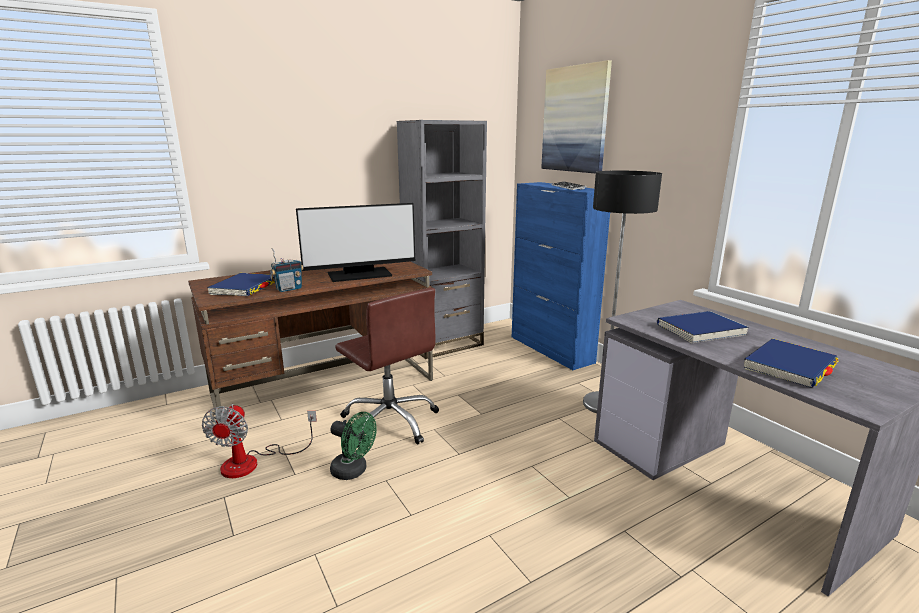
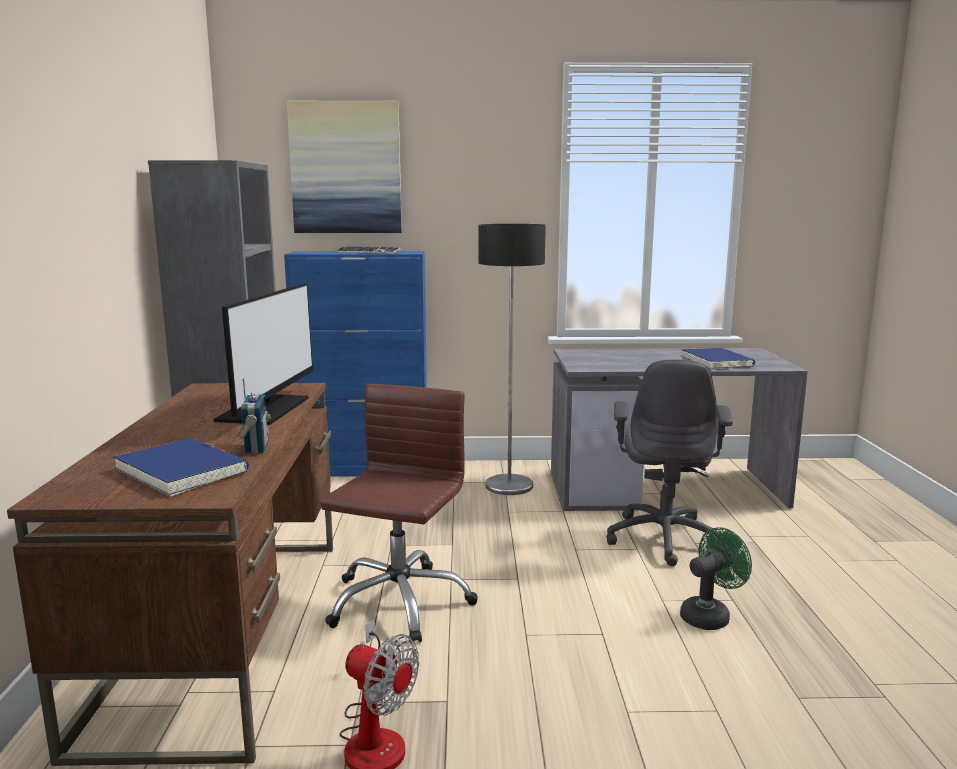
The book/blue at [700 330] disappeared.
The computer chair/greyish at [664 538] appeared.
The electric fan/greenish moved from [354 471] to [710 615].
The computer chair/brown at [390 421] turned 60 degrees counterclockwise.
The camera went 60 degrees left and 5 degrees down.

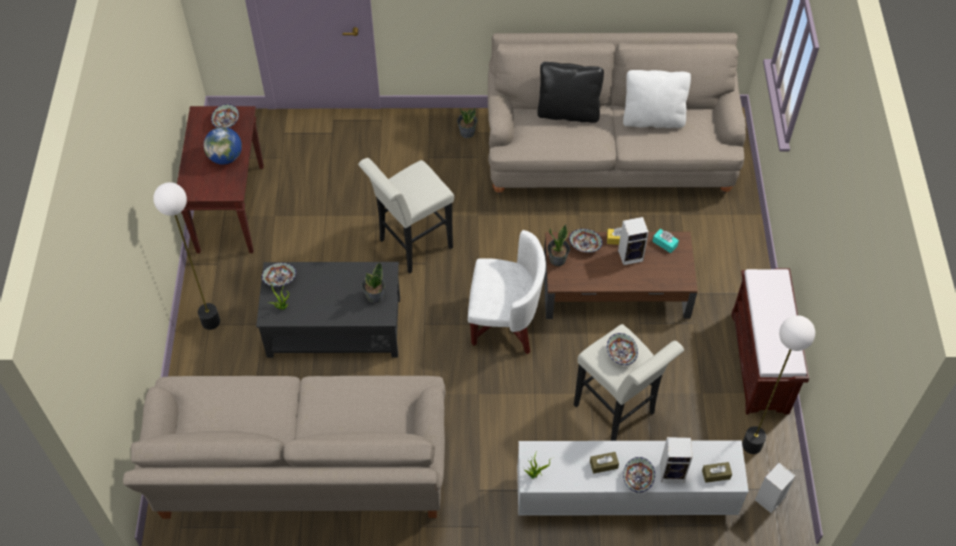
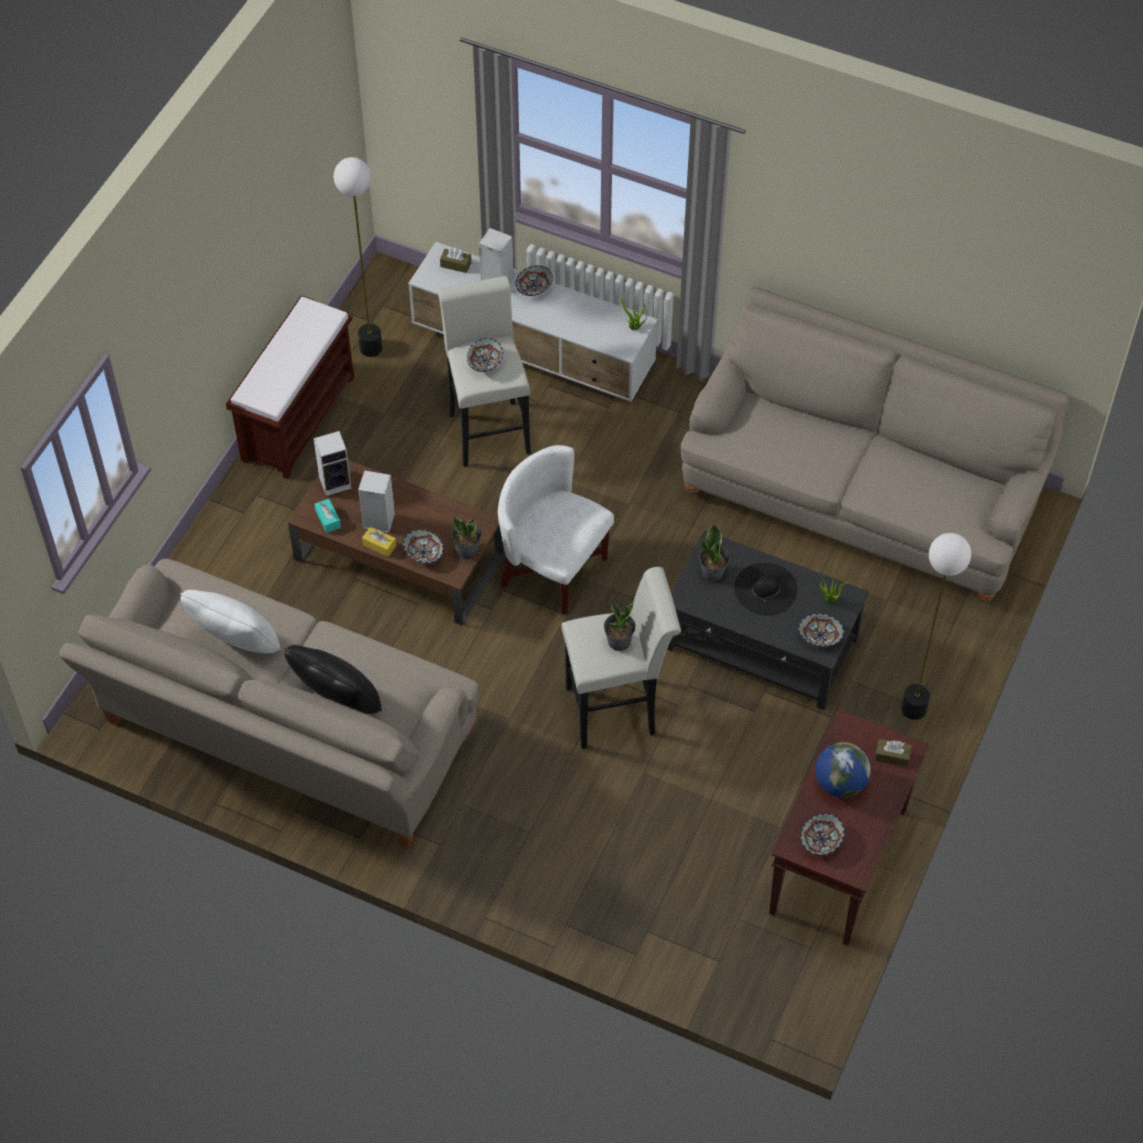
The hat/blackish at [765 589] appeared.
The houseplant moved from [467 132] to [619 641].
The tissue holder/brown moved from [603 465] to [892 756].
The loudspeaker moved from [769 500] to [336 482].
The camera went 155 degrees left and 0 degrees up.

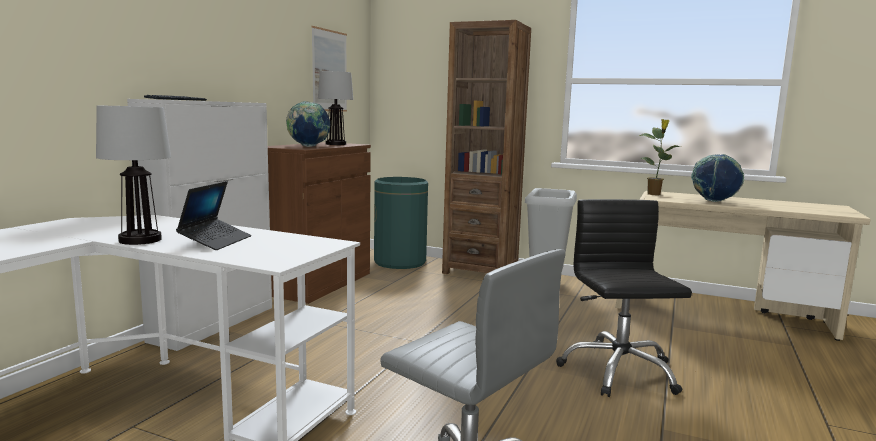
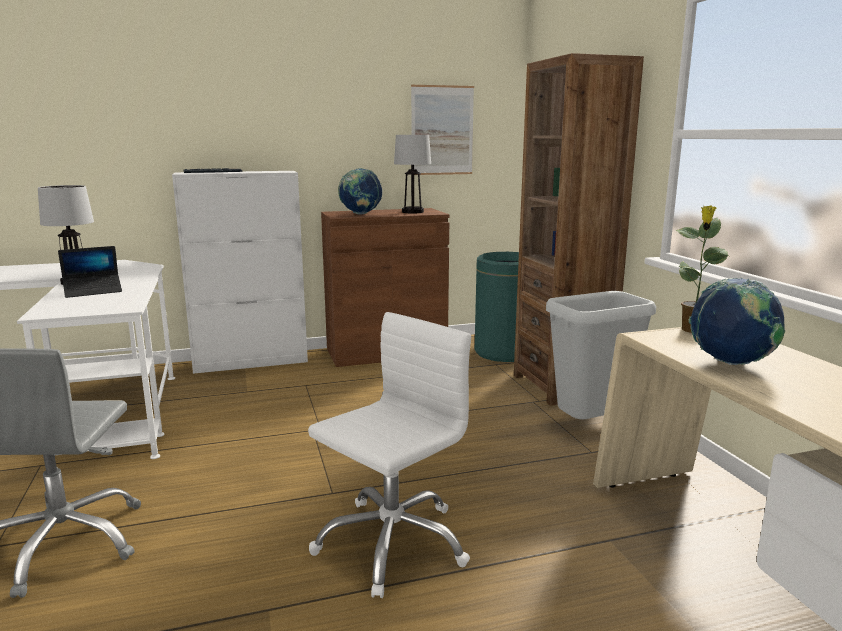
The computer chair/blackish at [618 371] became the computer chair/white-coloured at [391 542].
The camera went 50 degrees right and 5 degrees up.

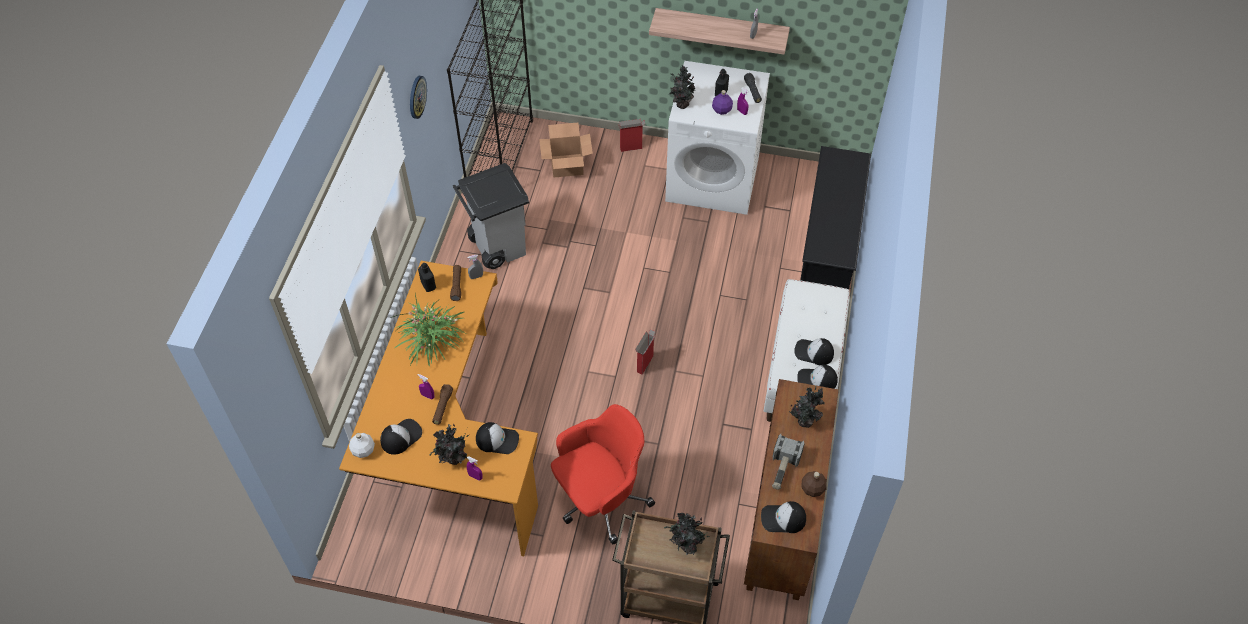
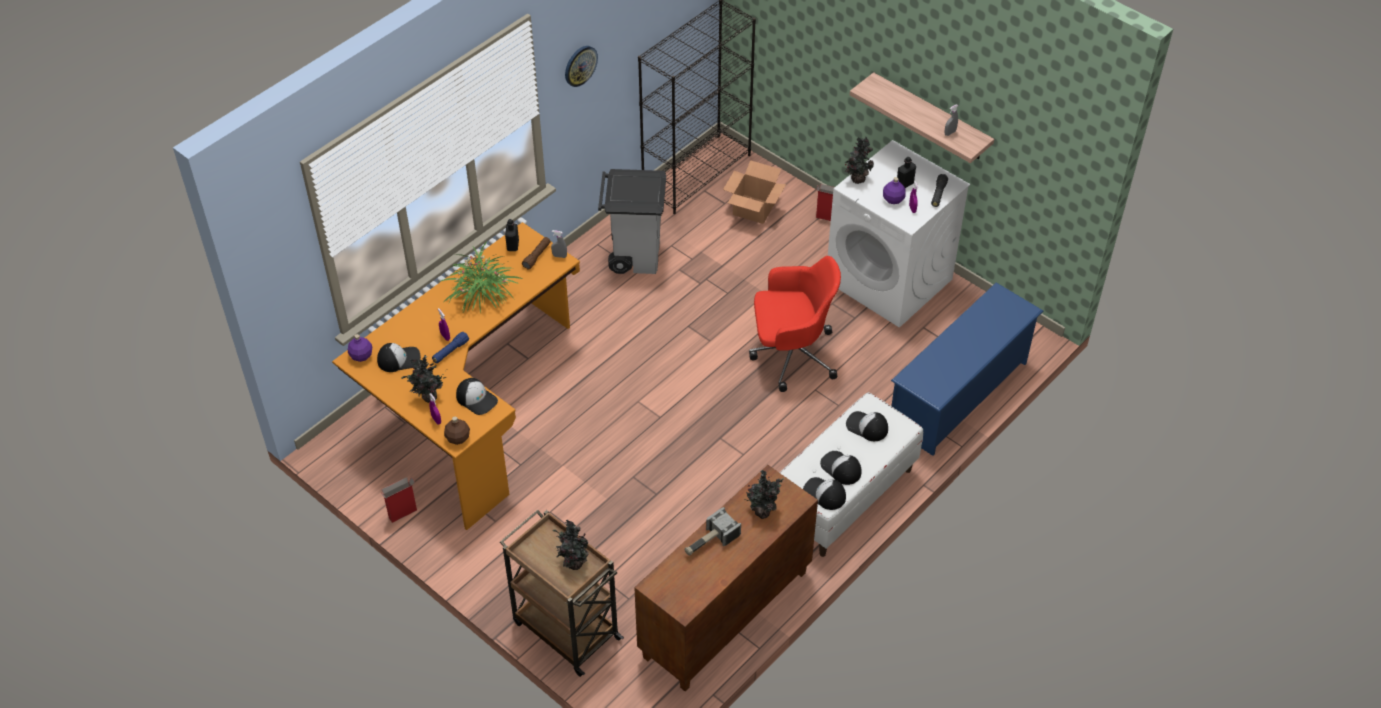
The computer chair/reddish moved from [600 499] to [791 355].
The carton moved from [645 363] to [403 513].
The peaked cap moved from [783 519] to [866 427].
The bottle/brown moved from [812 488] to [458 438].
The bottle/white-coloured at [363 450] became the bottle/purple at [361 356].
The hand torch/brown at [442 407] became the hand torch/blue at [450 351].
The shoe stand/blackish at [828 249] became the shoe stand/blue at [959 395].
The camera went 30 degrees right and 5 degrees down.

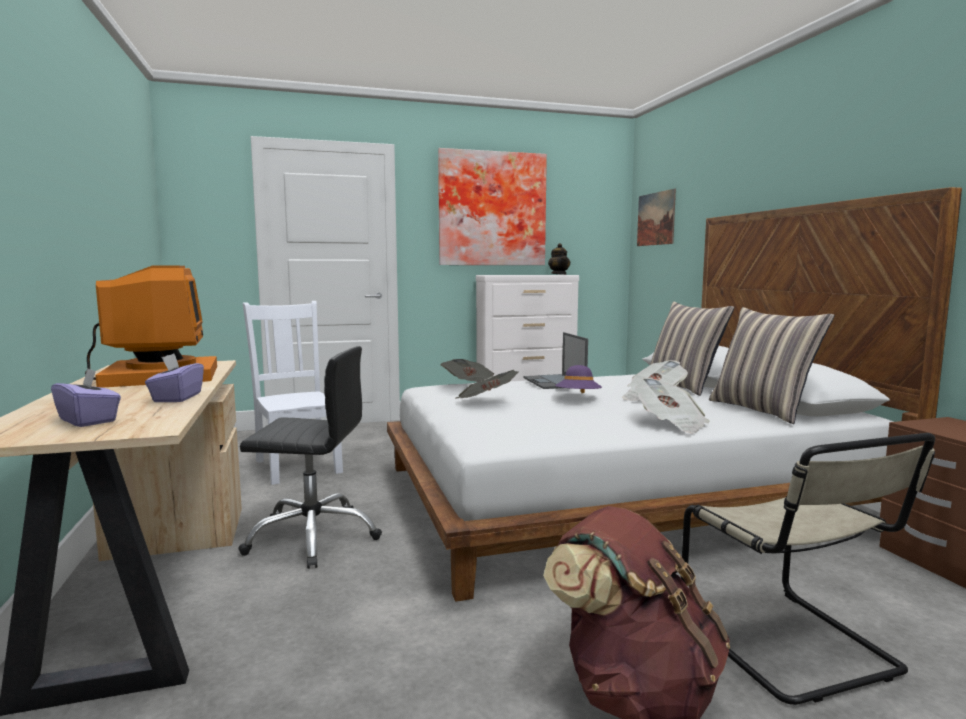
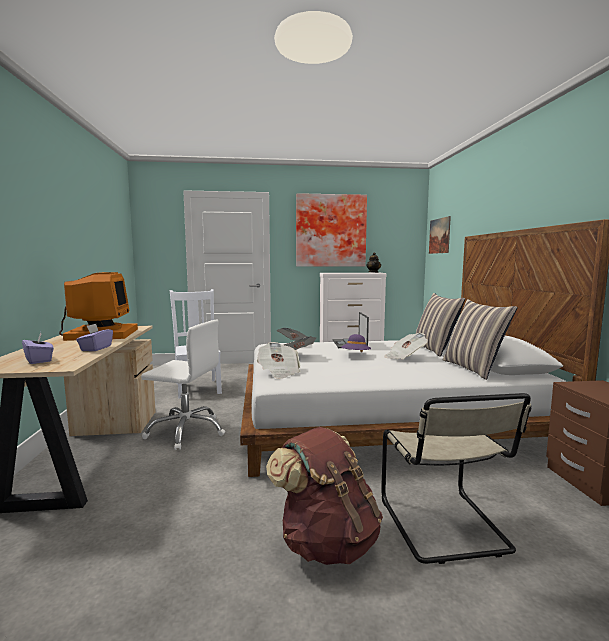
The newspaper moved from [671 424] to [279 372].
The computer chair/blackish at [313 536] became the computer chair/white-coloured at [186 431].
The camera went 10 degrees right and 0 degrees up.

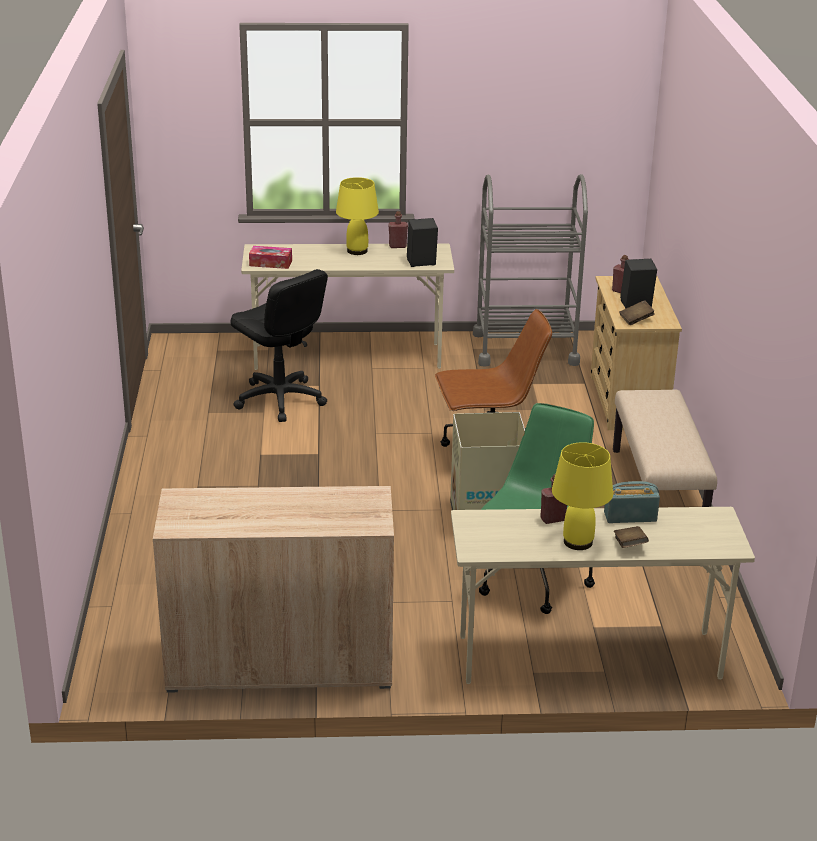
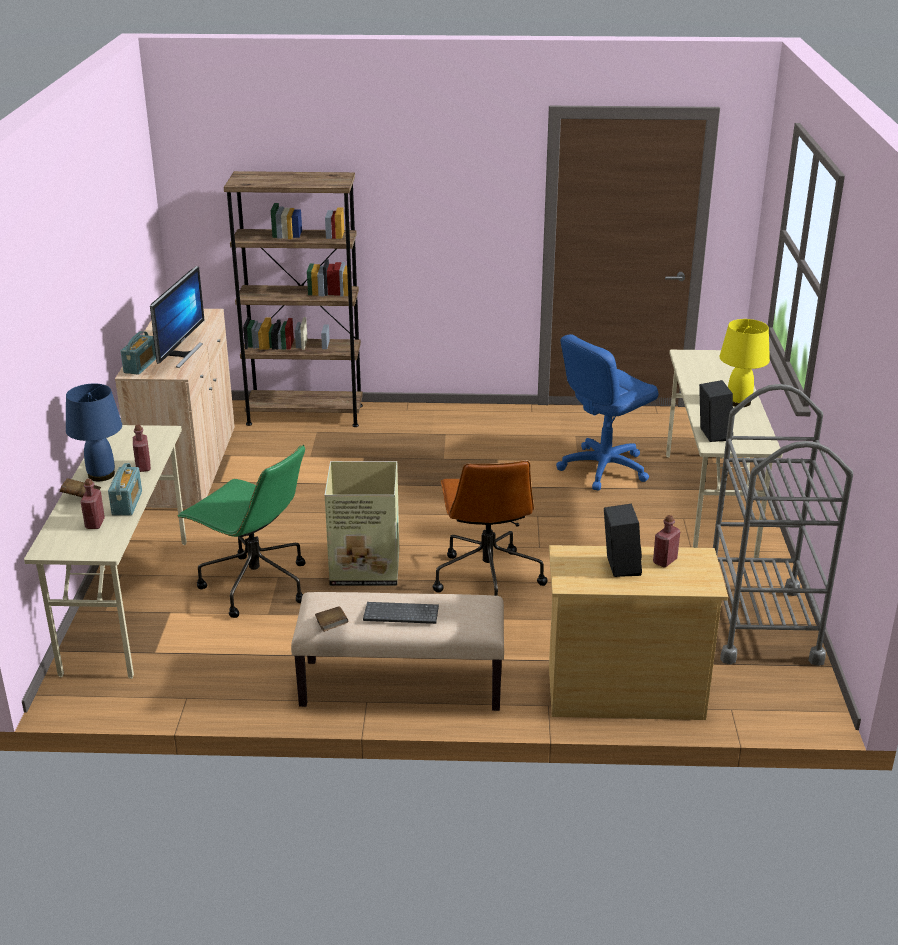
The tissue holder at [270 263] disappeared.
The radio receiver at [140 365] appeared.
The computer screen at [181 354] appeared.
The bookshelf/brown at [305 415] appeared.
The PC keyboard at [400 615] appeared.
The bottle/reddish moved from [397 246] to [95 523].
The book/brown moved from [636 320] to [332 627].
The computer chair/blackish at [279 400] became the computer chair/blue at [603 468].
The table lamp/yellow-coloured at [577 542] became the table lamp/blue at [101 474].
The camera went 95 degrees right and 0 degrees up.

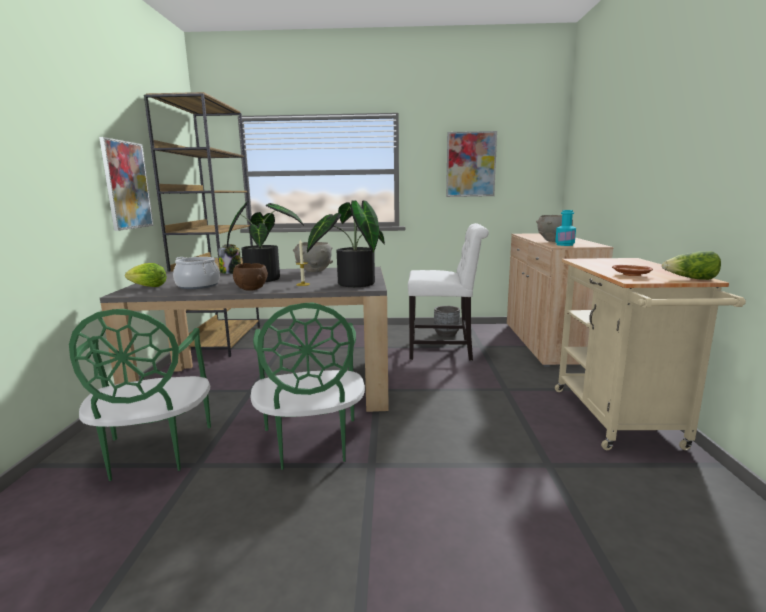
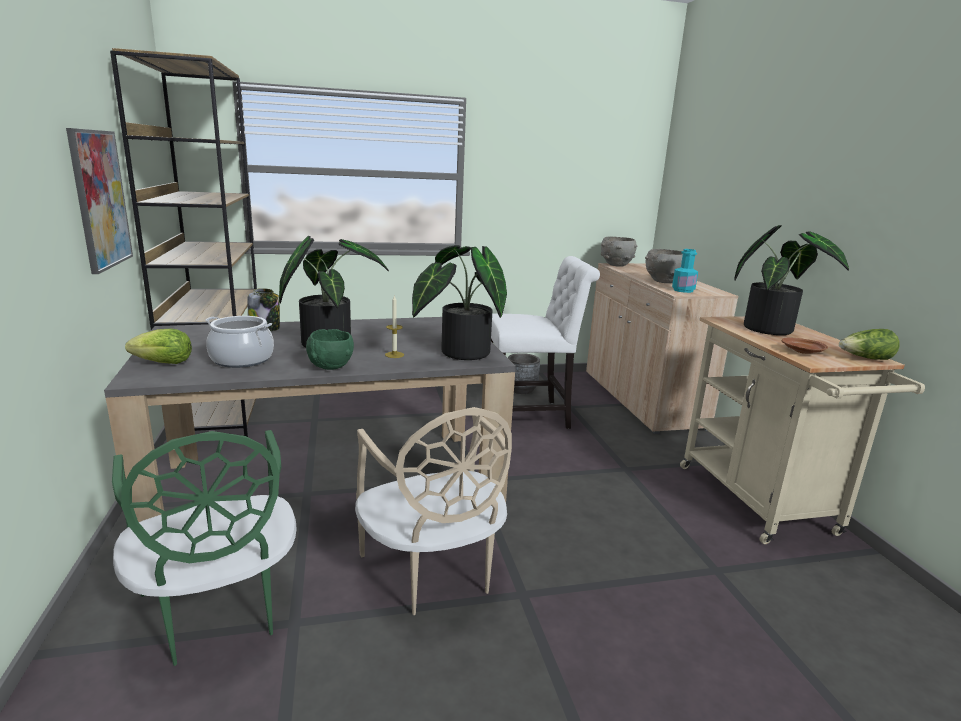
The wall art at [470 164] disappeared.
The houseplant at [772 329] appeared.
The serving bowl/greyish moved from [314 271] to [616 265].
The serving bowl/brown at [251 289] became the serving bowl/greenish at [330 367].
The upright chair/greenish at [311 444] became the upright chair/beige at [433 571].
The camera went 15 degrees left and 5 degrees up.

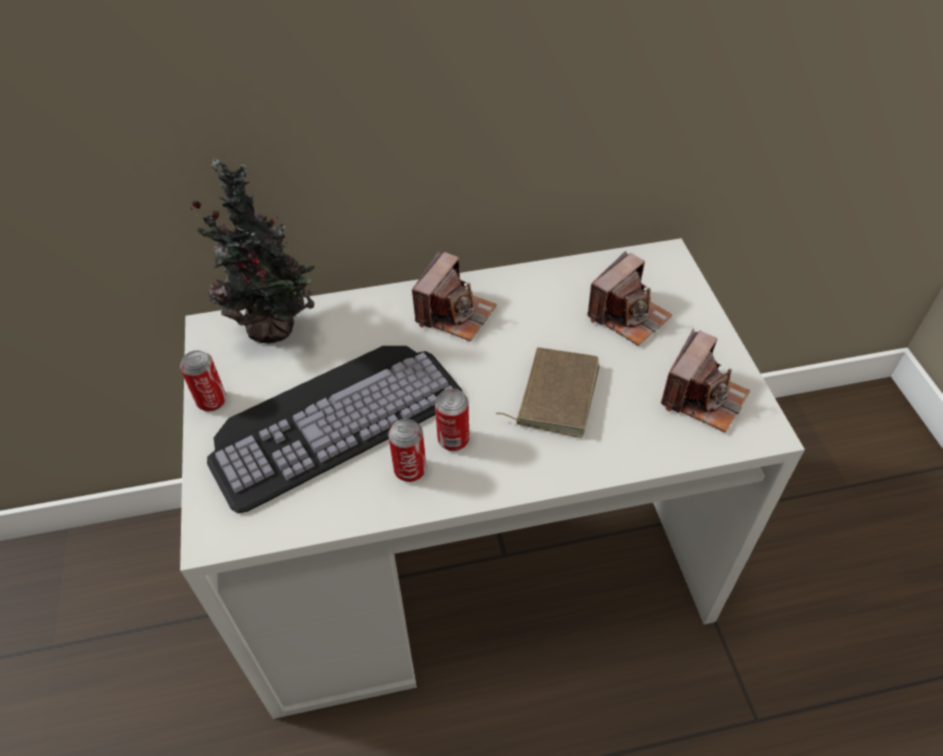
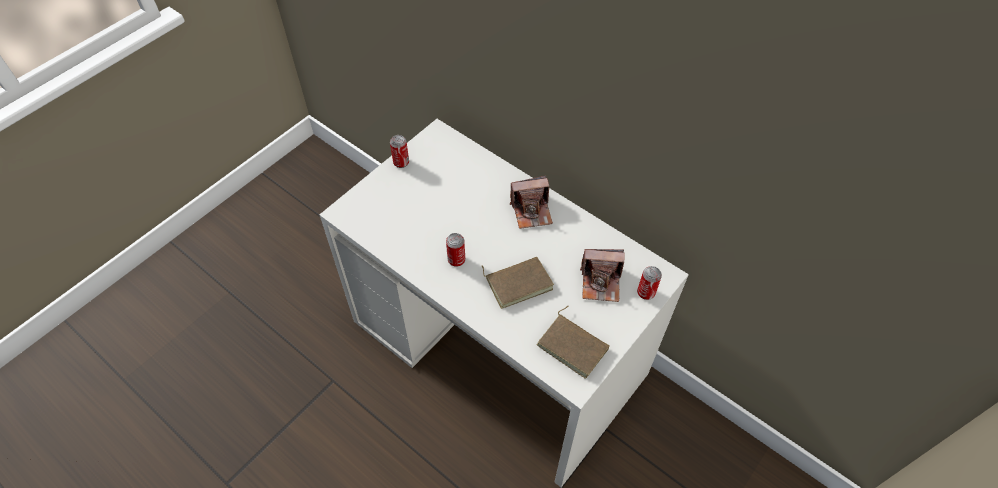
The houseplant at [276 329] disappeared.
The PC keyboard at [333 416] disappeared.
The can moved from [410 470] to [646 293].
The photo camera at [703 397] was replaced by the book/brown at [574 346].
The camera went 50 degrees right and 5 degrees up.

